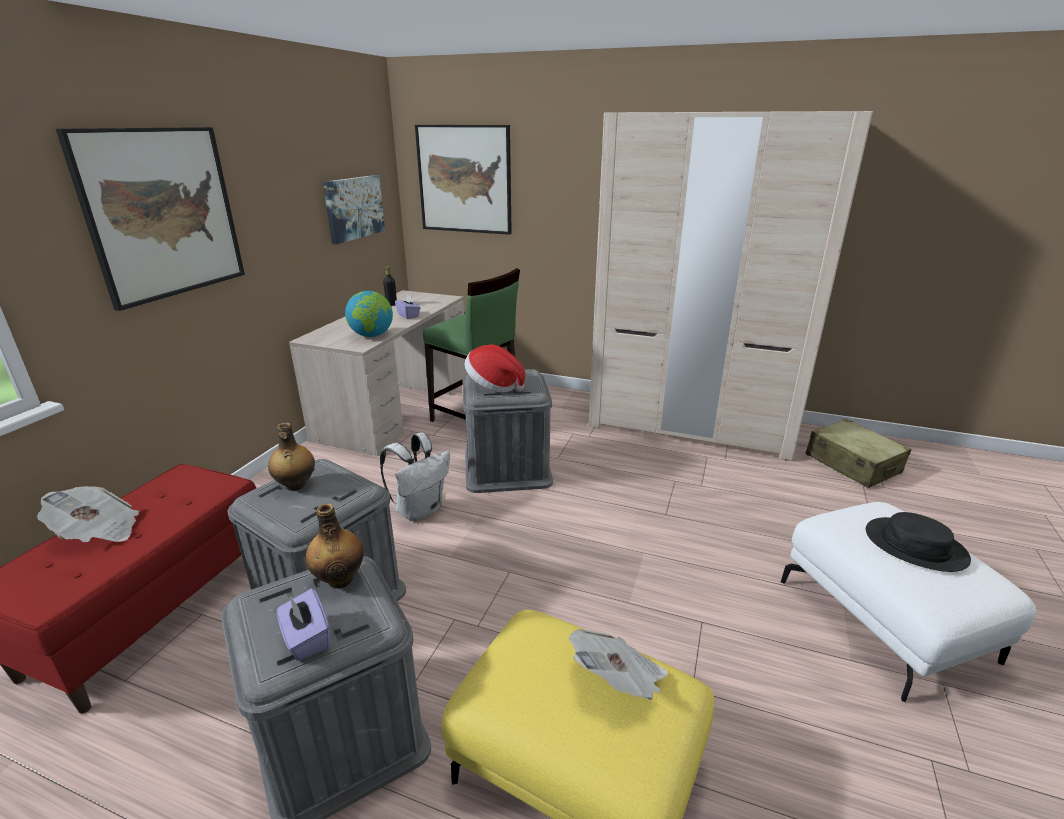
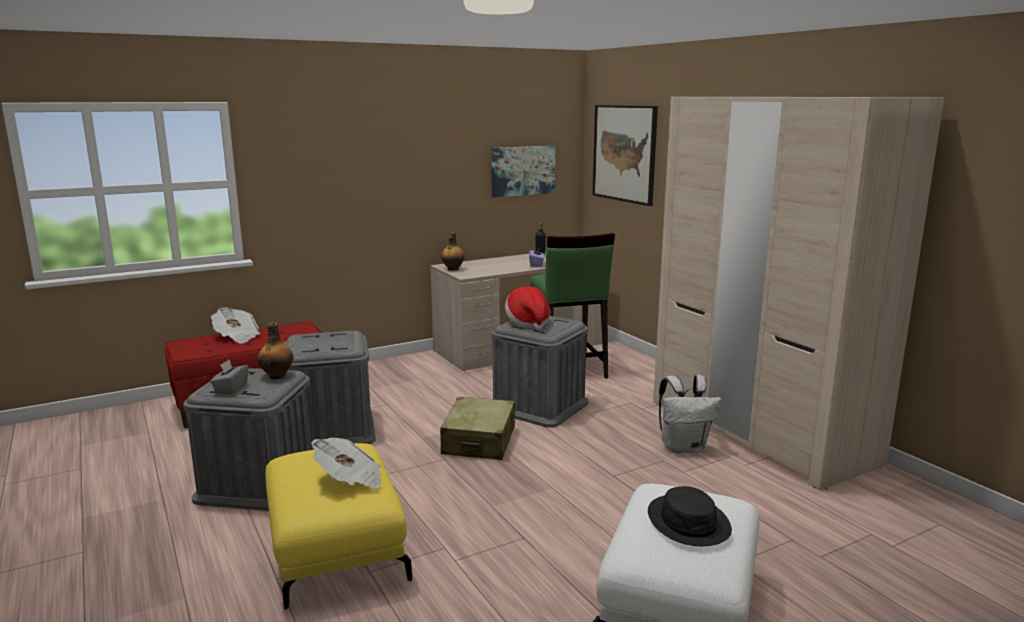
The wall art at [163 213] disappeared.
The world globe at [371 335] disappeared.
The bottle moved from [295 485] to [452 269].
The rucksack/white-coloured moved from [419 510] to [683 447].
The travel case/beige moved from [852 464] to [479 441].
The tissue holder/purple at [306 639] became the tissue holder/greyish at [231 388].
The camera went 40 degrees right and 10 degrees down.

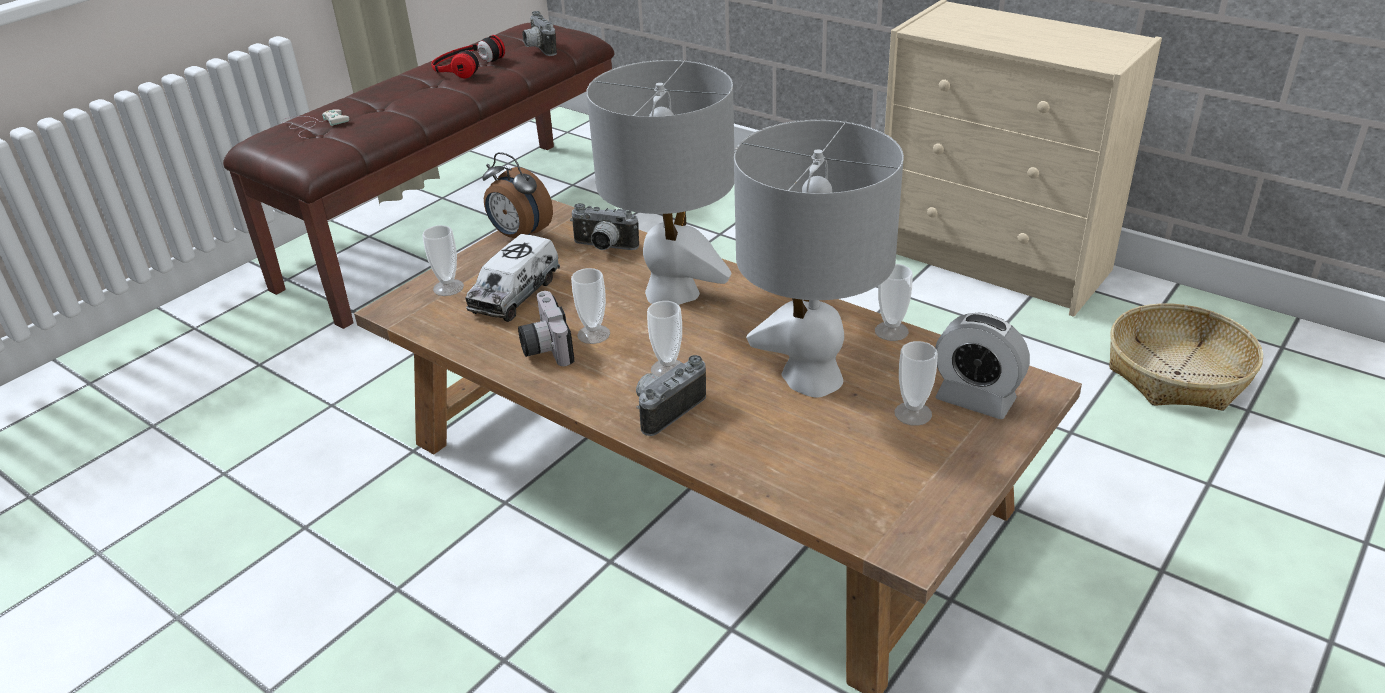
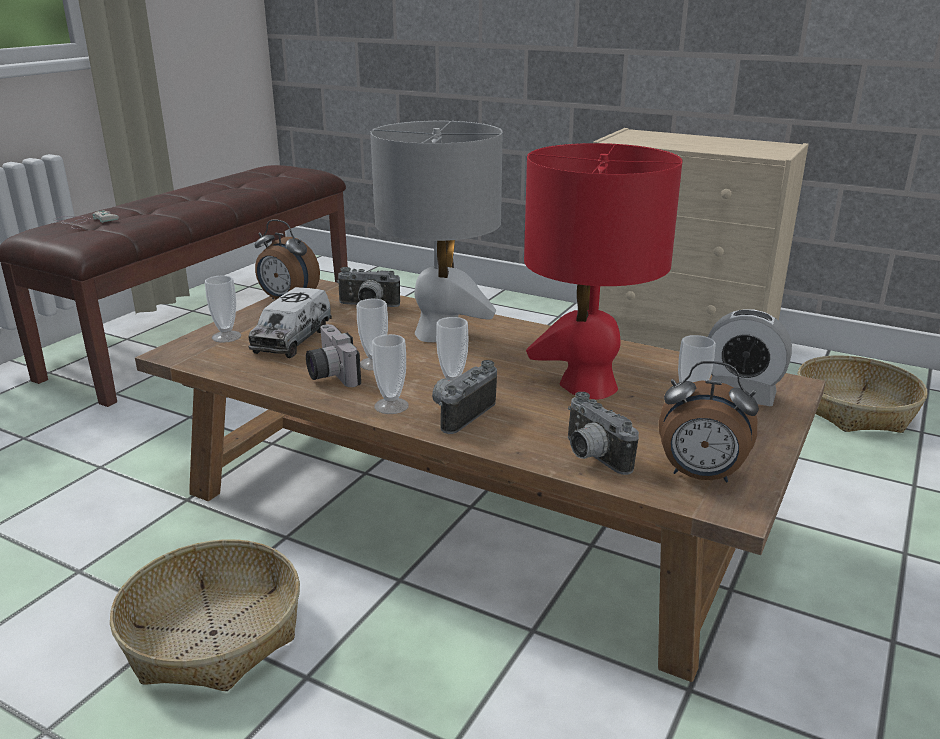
The headset at [465 65] disappeared.
The basket at [212 634] appeared.
The bedside clock at [700 476] appeared.
The photo camera moved from [538 49] to [591 457].
The drinking cup moved from [891 331] to [391 406].
The table lamp/greyish at [811 378] became the table lamp/reddish at [588 386].
The camera went 10 degrees left and 10 degrees down.

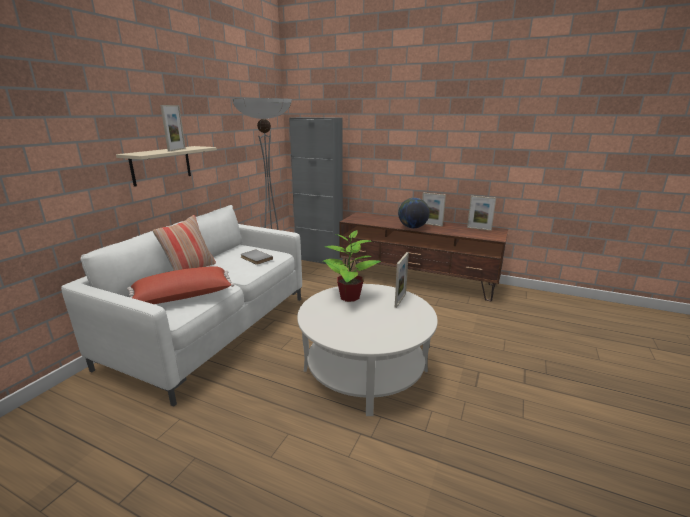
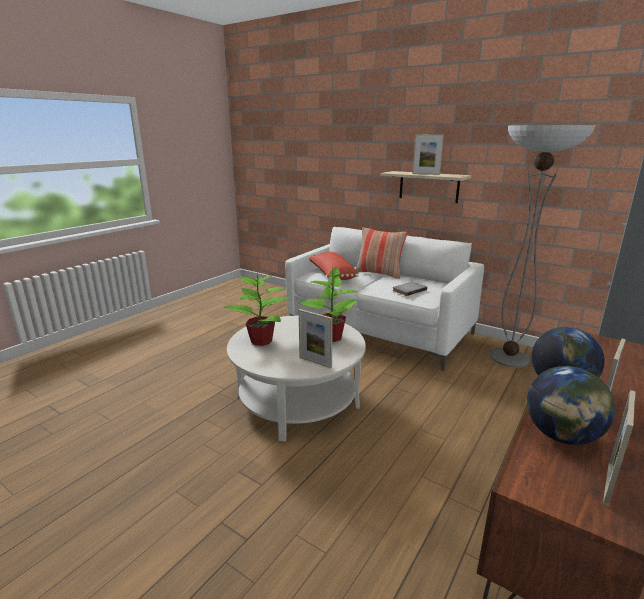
The houseplant at [262 341] appeared.
The world globe at [561 436] appeared.
The camera went 100 degrees right and 0 degrees up.

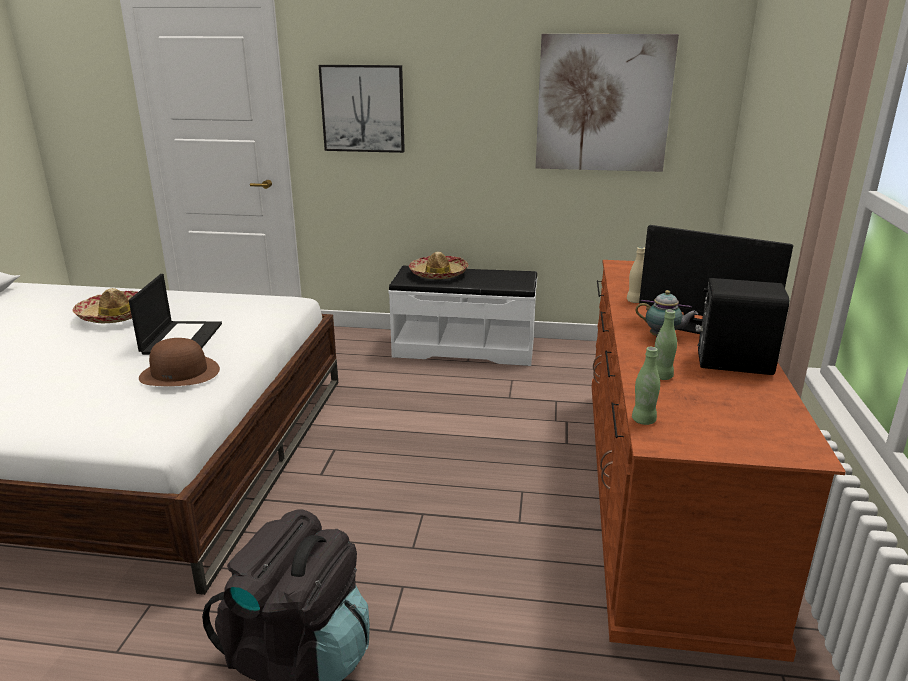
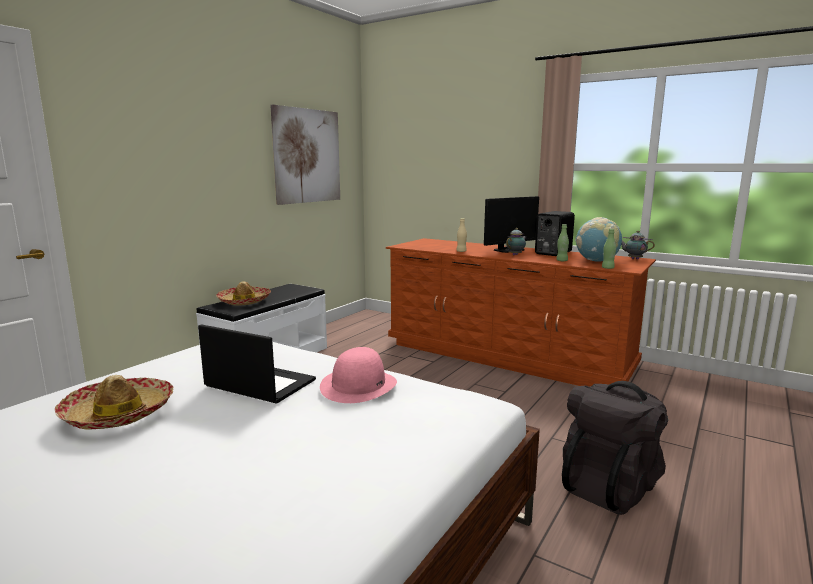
The wall art at [363 108] disappeared.
The world globe at [596 261] appeared.
The tea pot at [633 259] appeared.
The hat/brown at [180 373] became the hat/pink-coloured at [358 385].
The camera went 65 degrees left and 10 degrees down.

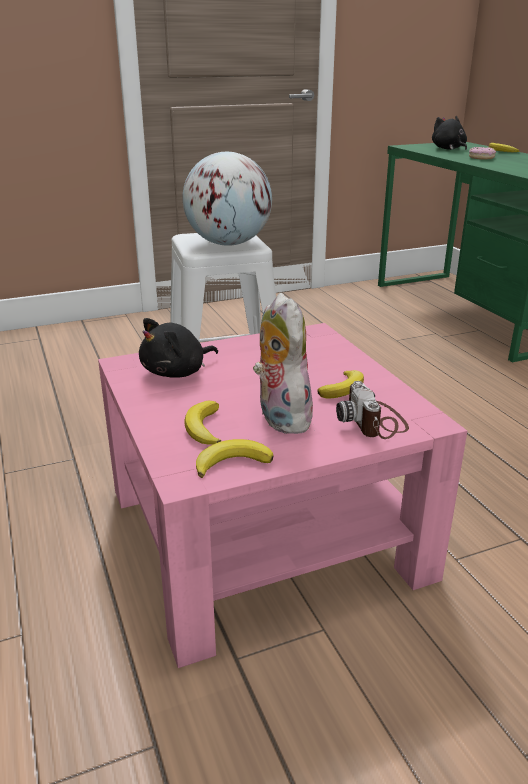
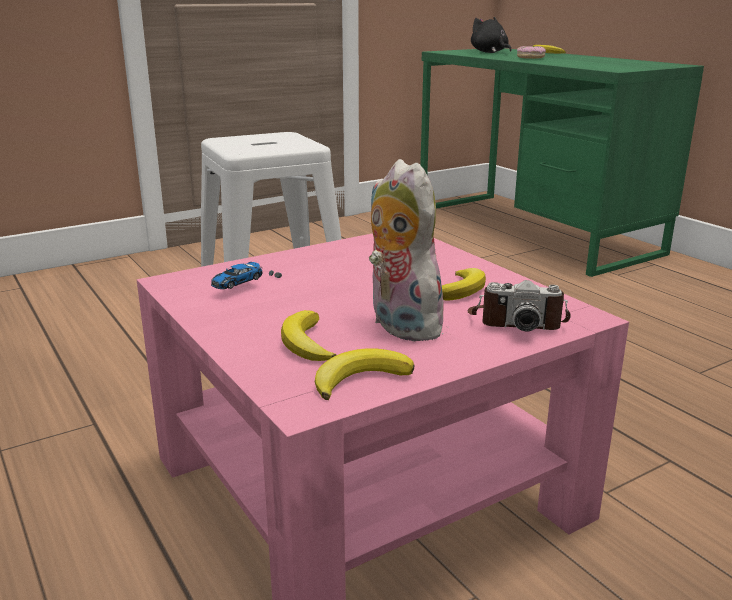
The world globe at [228 244] disappeared.
The cuddly toy/blackish at [177 372] was replaced by the miniature car at [247 286].
The photo camera at [374 422] turned 60 degrees counterclockwise.
The camera went 10 degrees left and 5 degrees down.

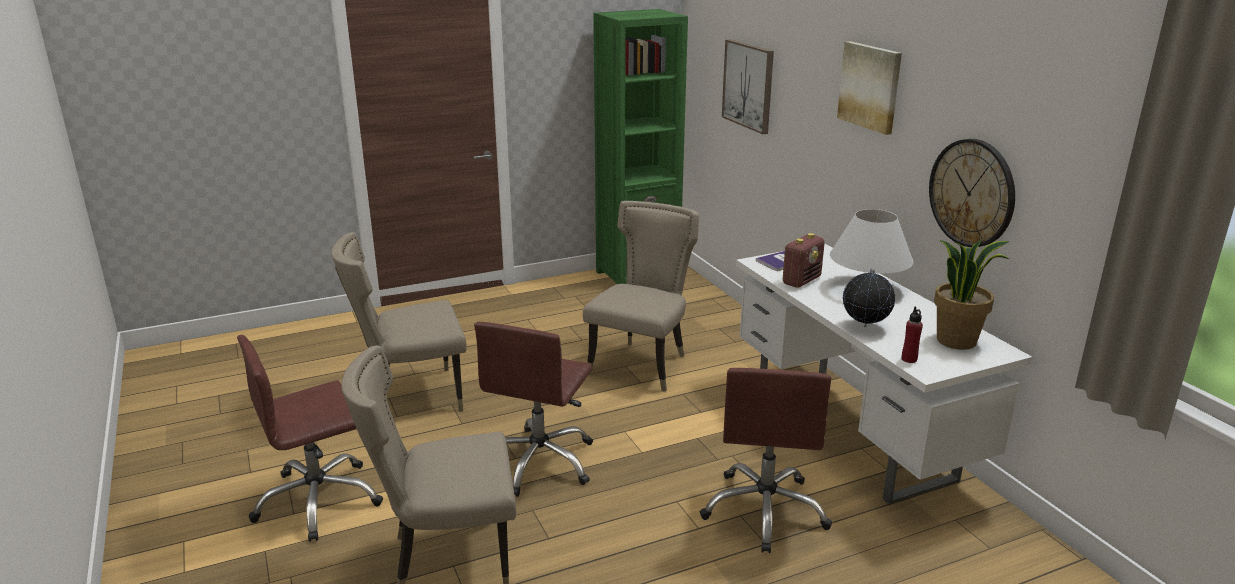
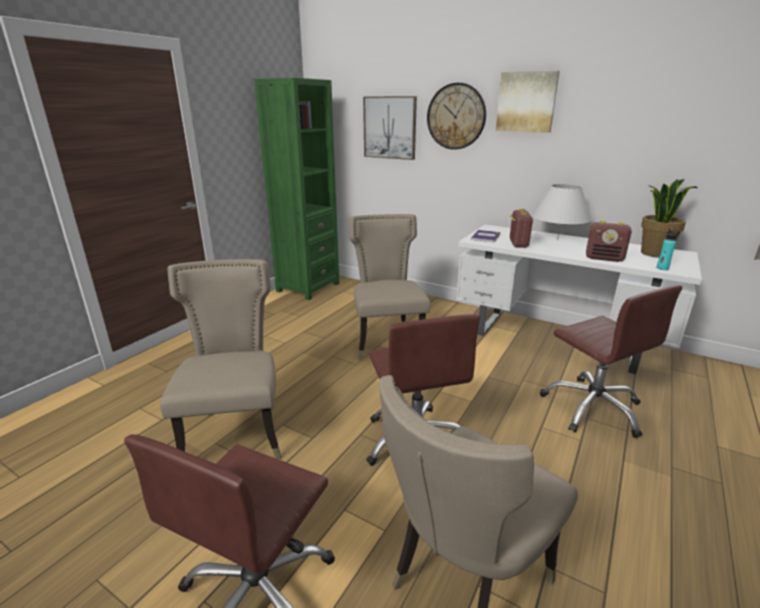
The clock on the wall moved from [972 193] to [456 116].
The world globe at [865 327] was replaced by the radio receiver at [604 258].
The bottle/reddish at [909 359] became the bottle/turquoise at [662 268].
The upright chair/beige at [411 396] turned 135 degrees clockwise.
The camera went 35 degrees left and 0 degrees up.

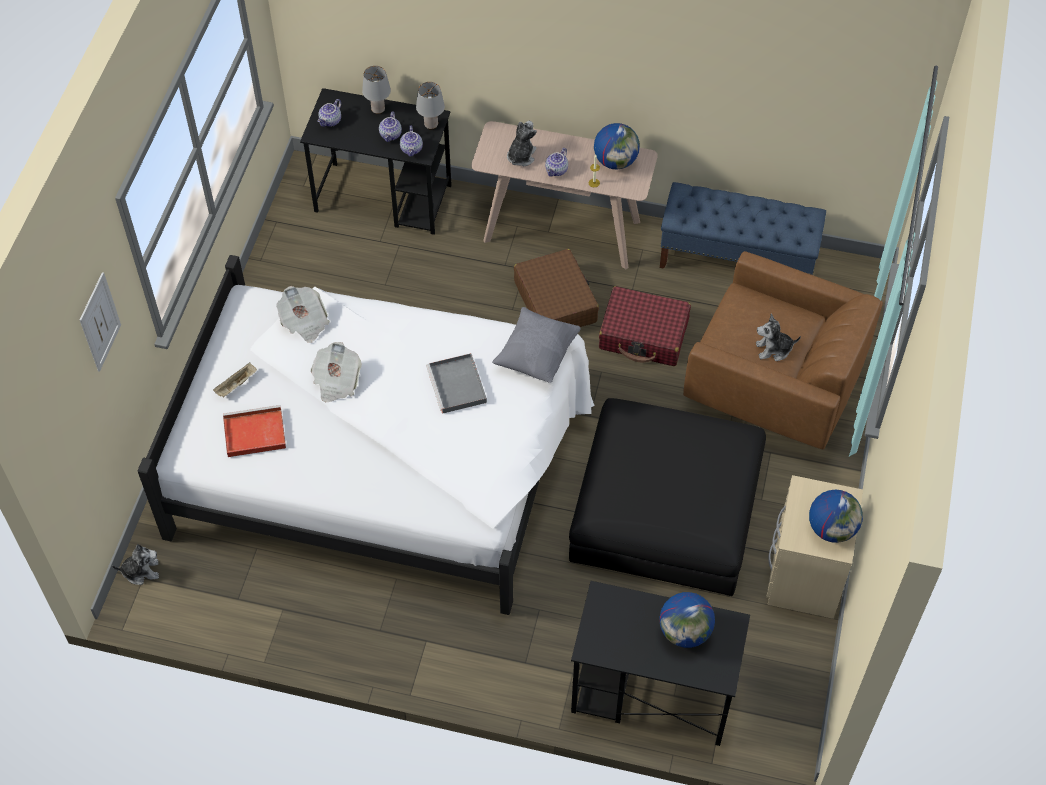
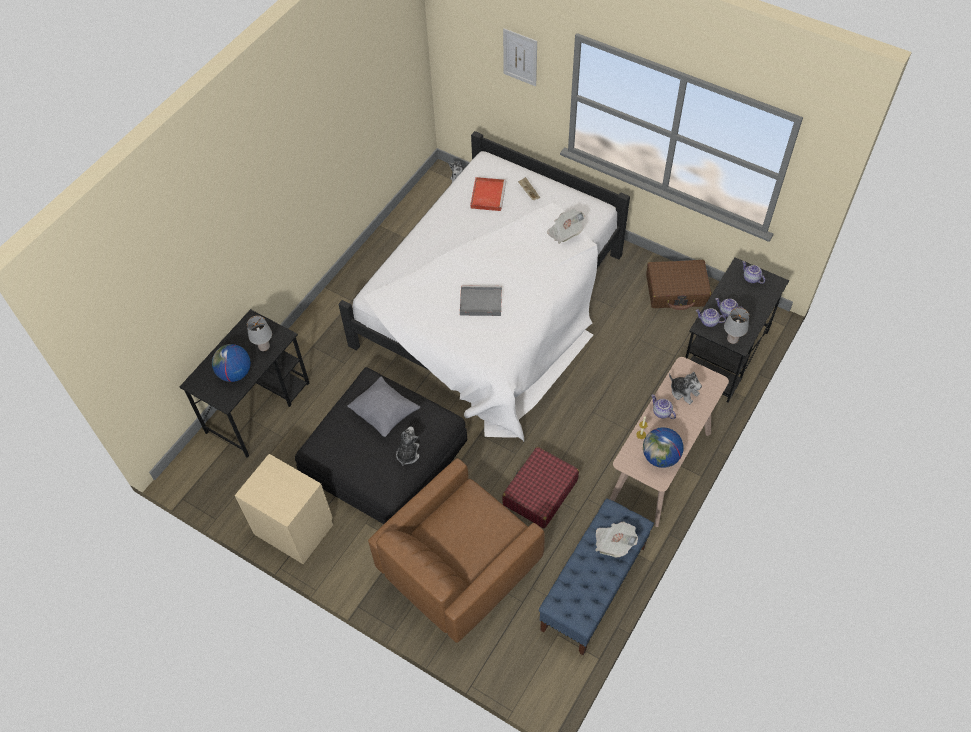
The world globe at [832 528] disappeared.
The newspaper moved from [336 381] to [613 543].
The table lamp/greyish moved from [377 109] to [264 347].
The cushion/greyish moved from [537 355] to [384 414].
The travel case/brown moved from [555 301] to [677 290].
The cuddly toy moved from [774 349] to [407 454].
The camera went 110 degrees right and 0 degrees up.

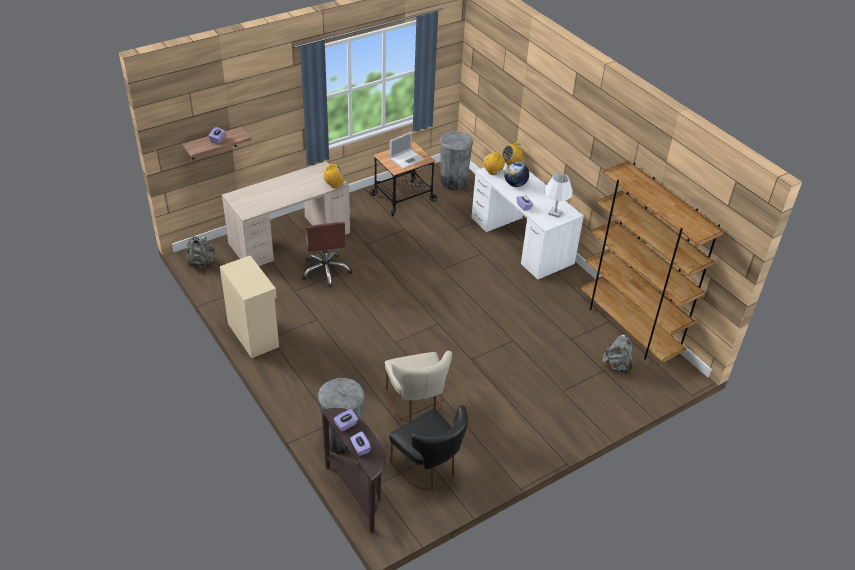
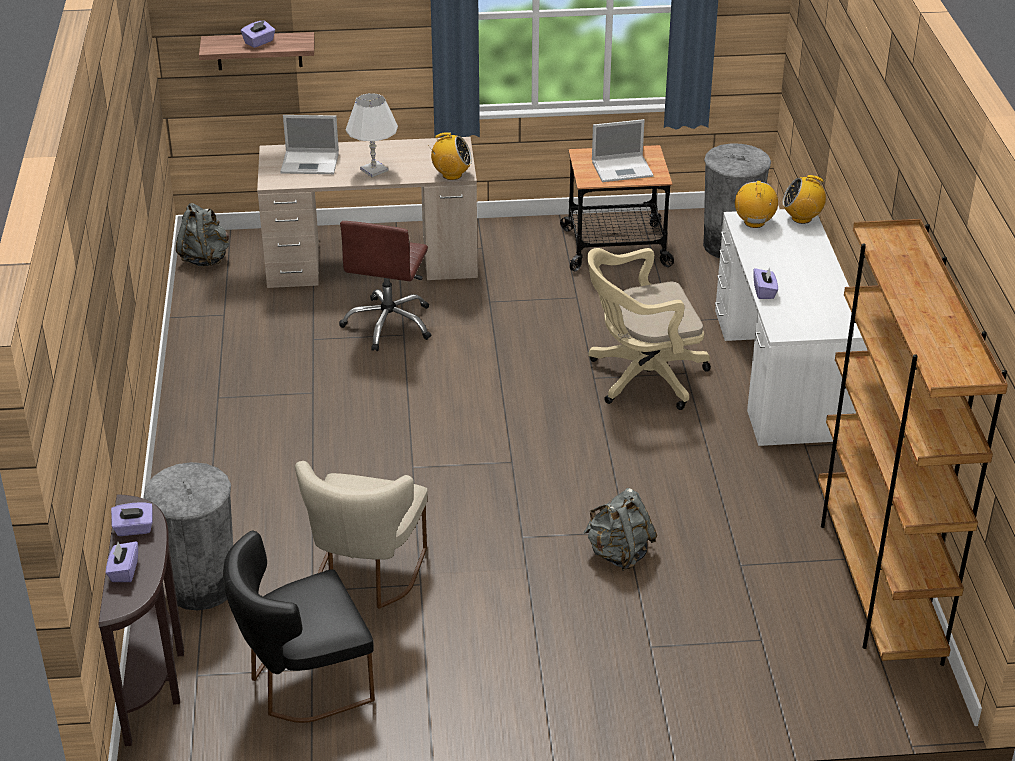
The storage cabinet/beige at [254 334] disappeared.
The world globe at [515 184] disappeared.
The laptop at [311 163] appeared.
The computer chair/beige at [641 377] appeared.
The table lamp/white-coloured moved from [555 213] to [374 170].
The rucksack/greyish moved from [616 366] to [618 553].
The upright chair/blackish at [429 468] turned 75 degrees clockwise.
The camera went 30 degrees right and 5 degrees down.

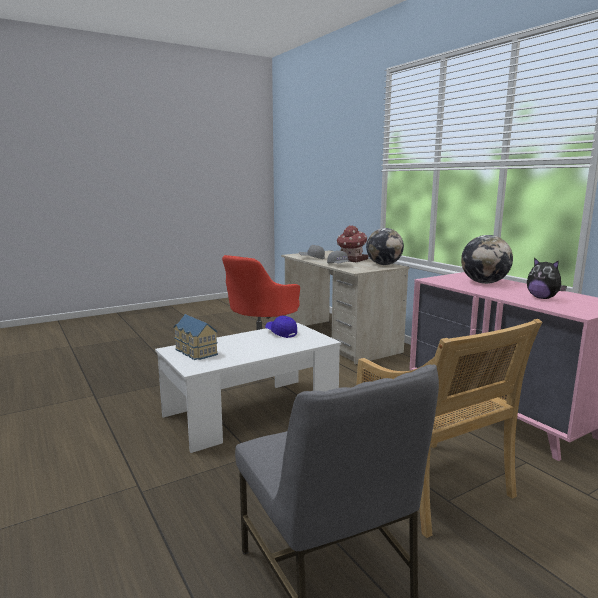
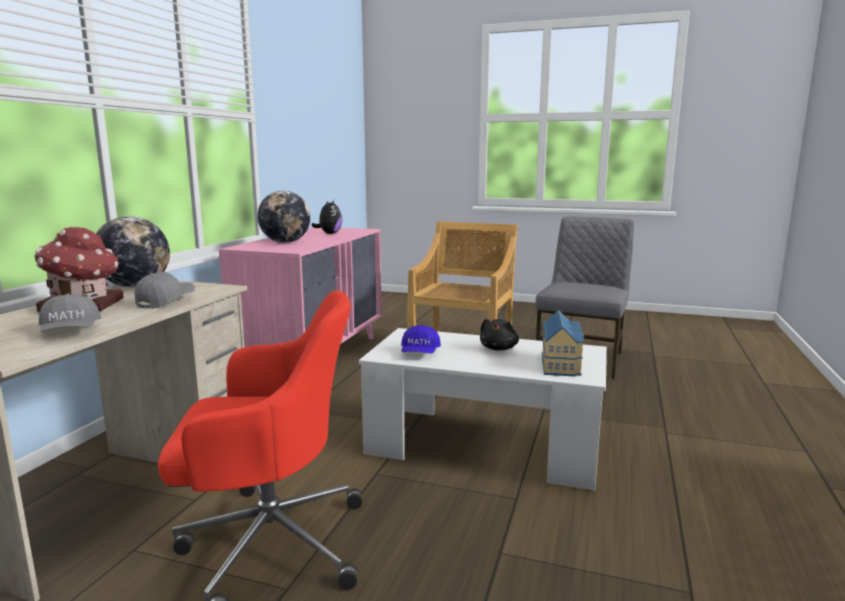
The cuddly toy/blackish at [499 348] appeared.
The camera went 130 degrees left and 0 degrees up.

